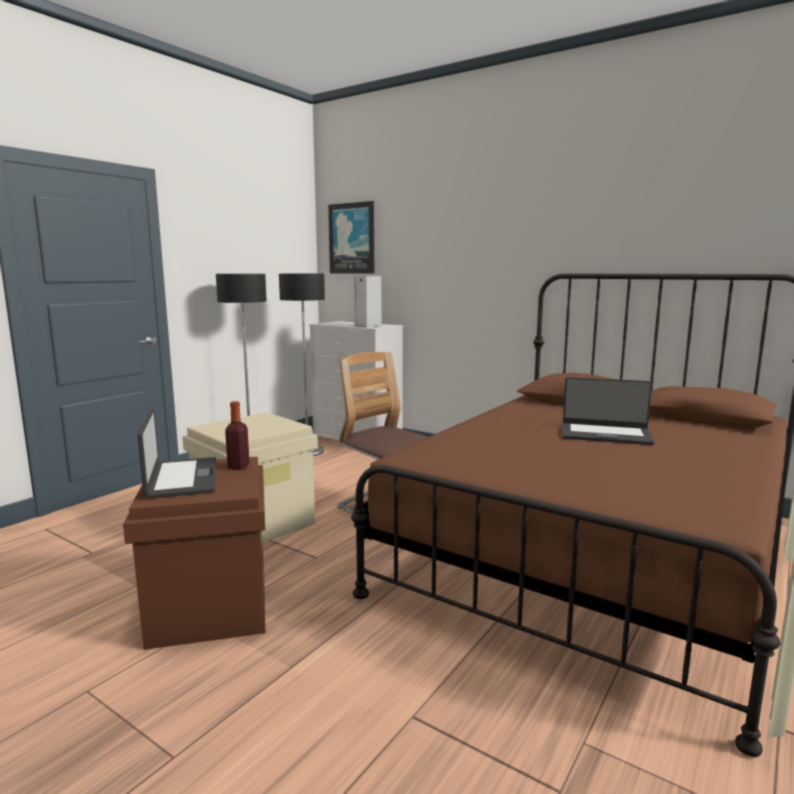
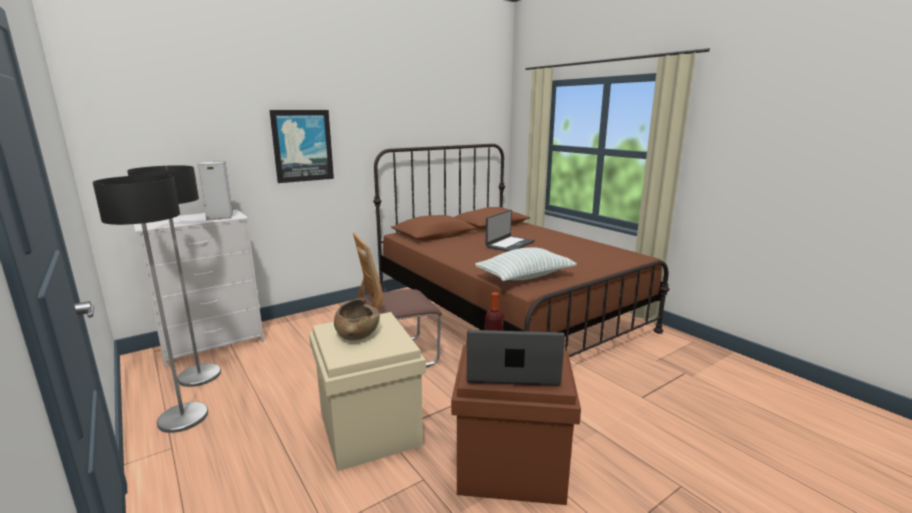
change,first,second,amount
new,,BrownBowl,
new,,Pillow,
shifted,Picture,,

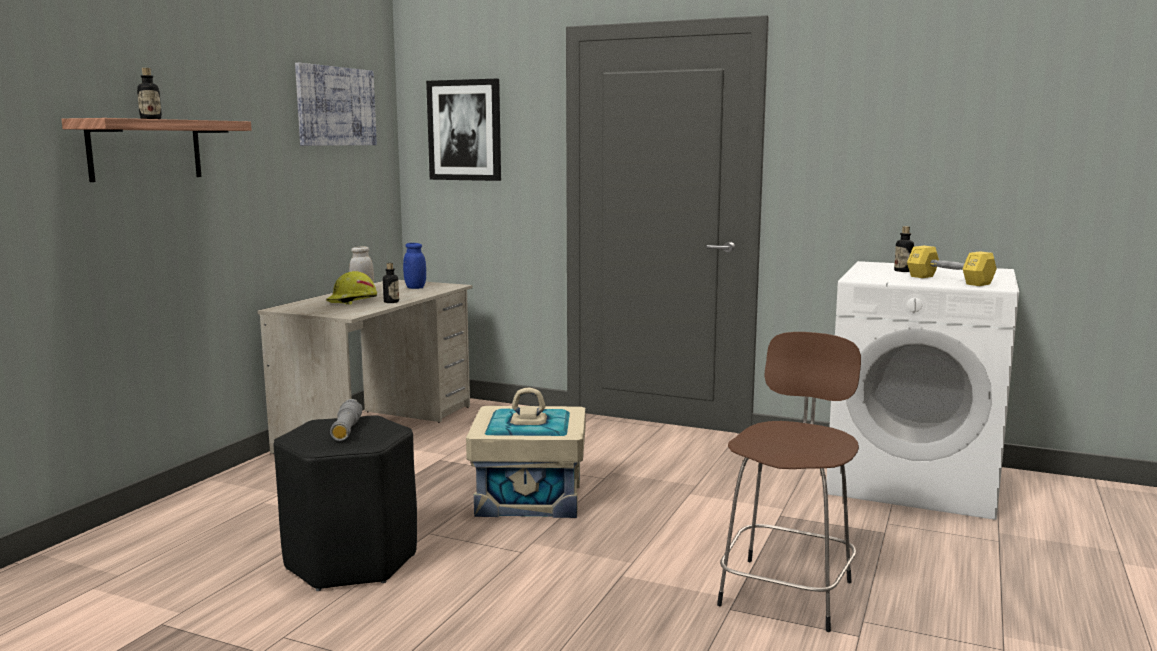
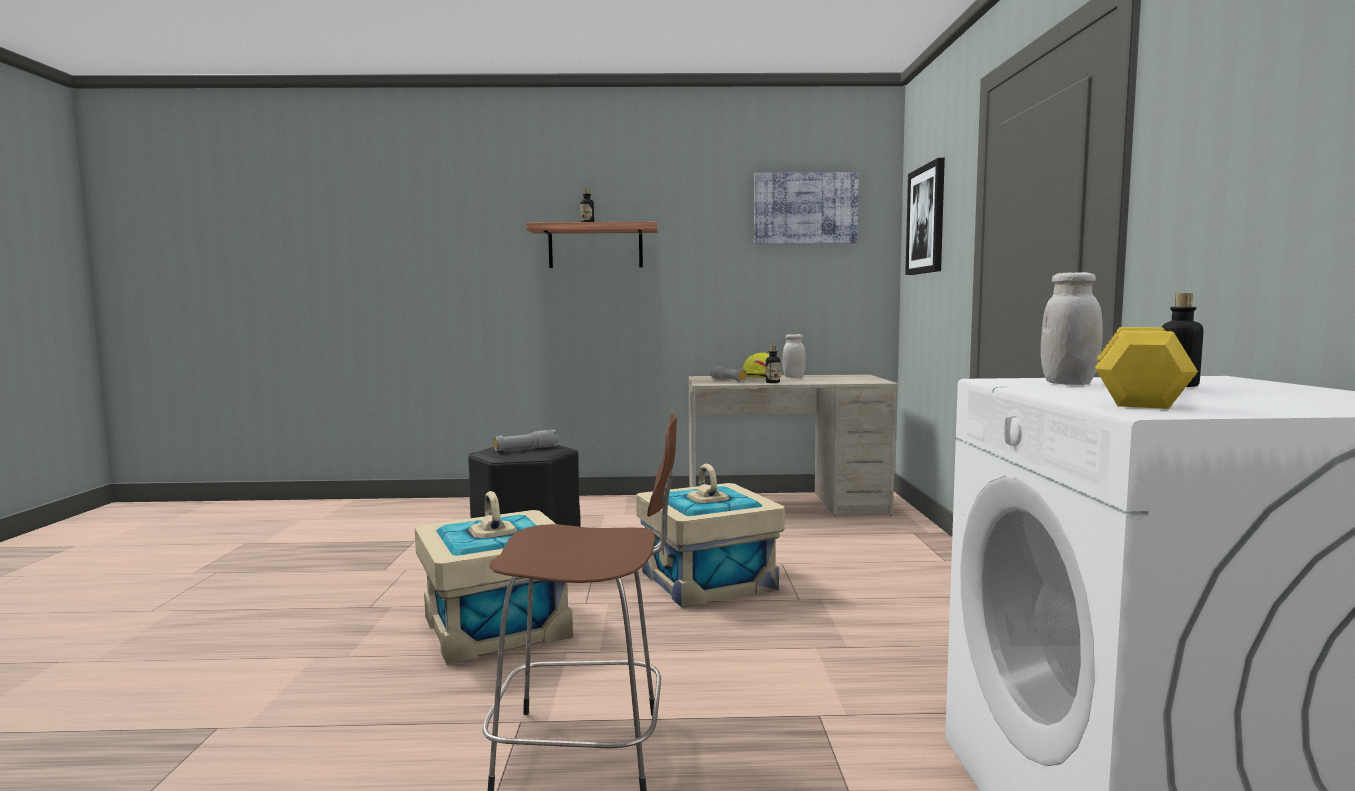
change,first,second,amount
gone,BlueJar,,
new,,BeigeStorageBox (no. 1 from left),
new,,GreyFlashlight (no. 2 from left),
new,,WhiteJar (no. 2 from left),

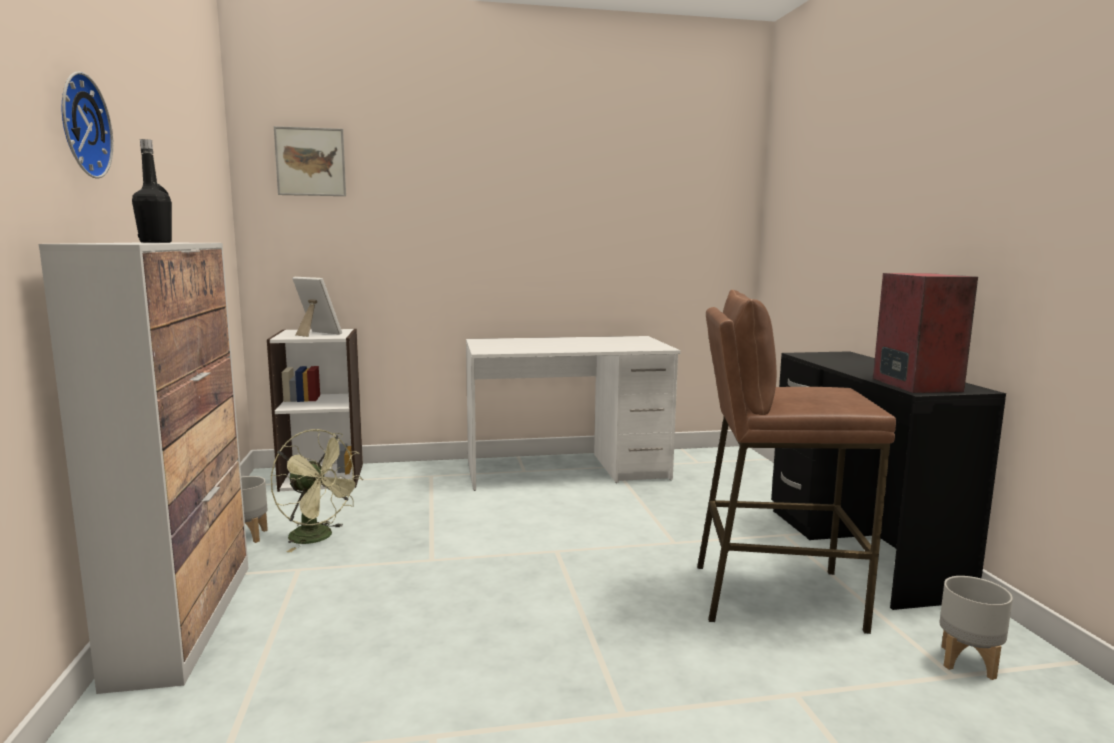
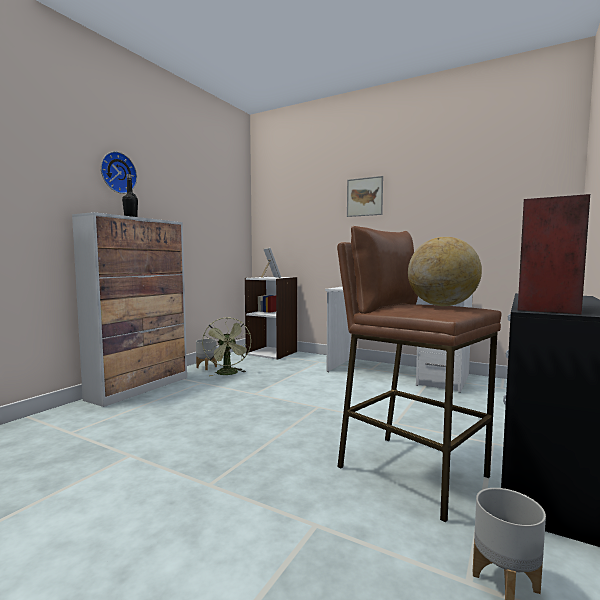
change,first,second,amount
new,,Globe,
shifted,Picture,,

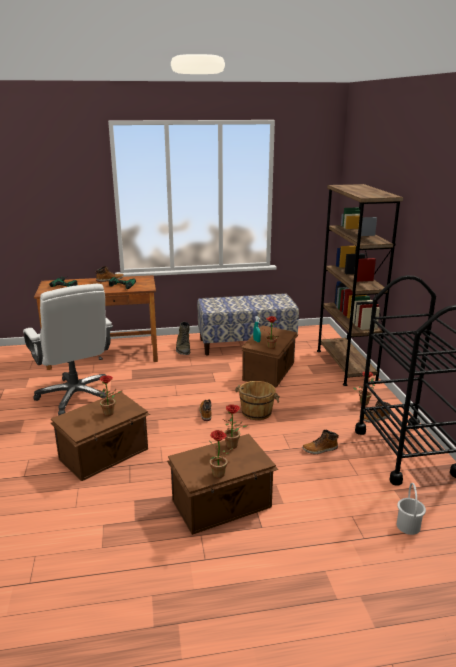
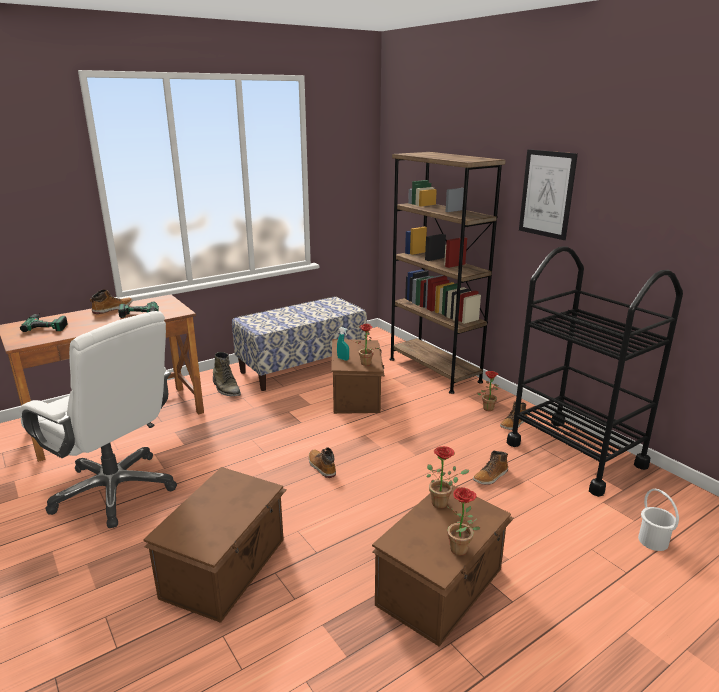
change,first,second,amount
gone,PottedPlant (no. 1 from left),,
gone,BrownBucket,,
new,,Picture,

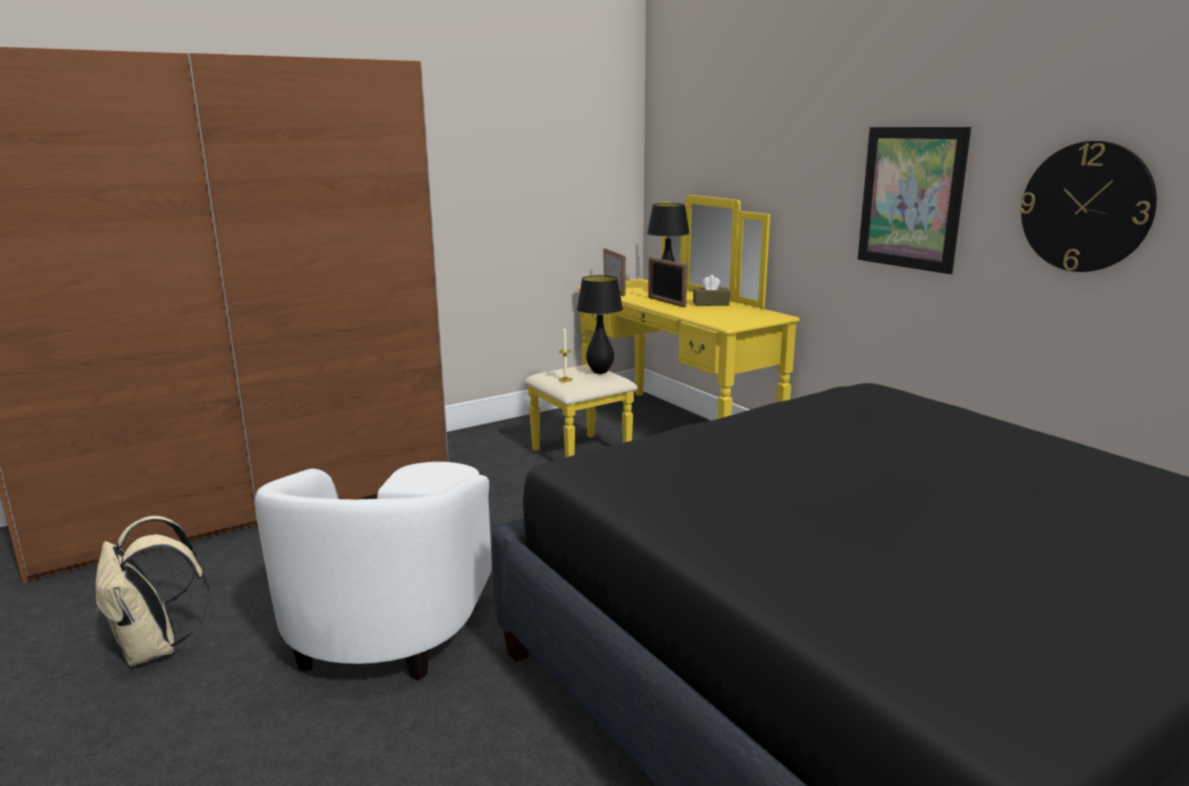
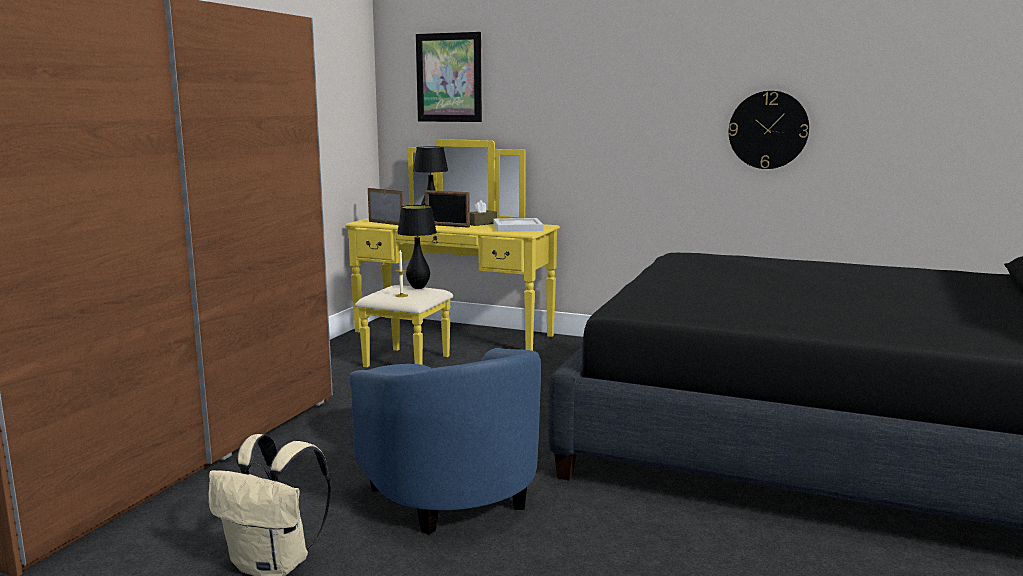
change,first,second,amount
new,,WhiteTray,
shifted,Picture,,
repainted,WhiteArmchair,BlueArmchair,

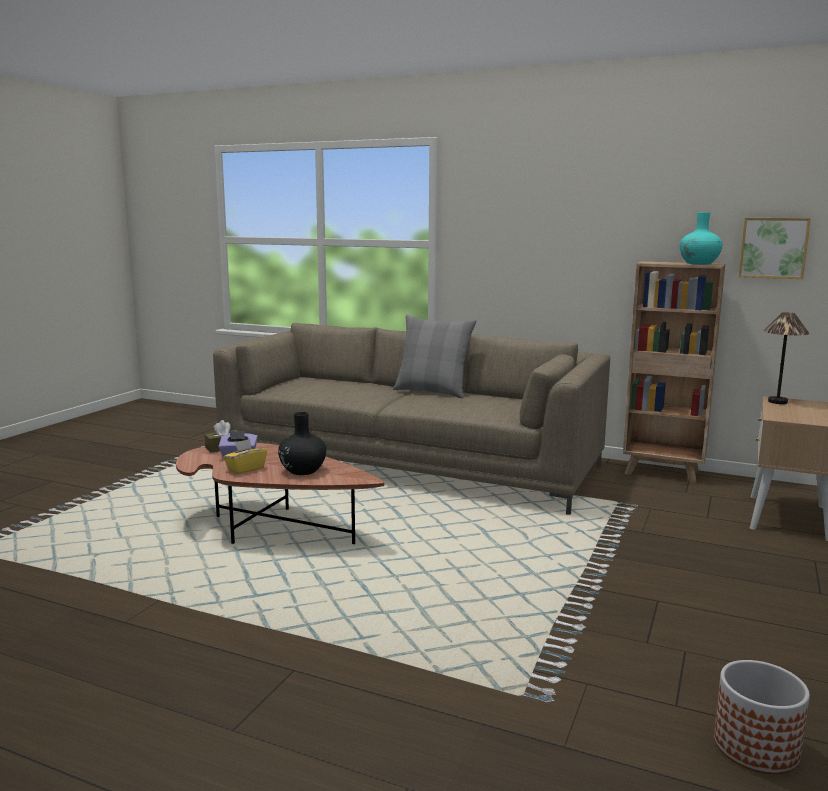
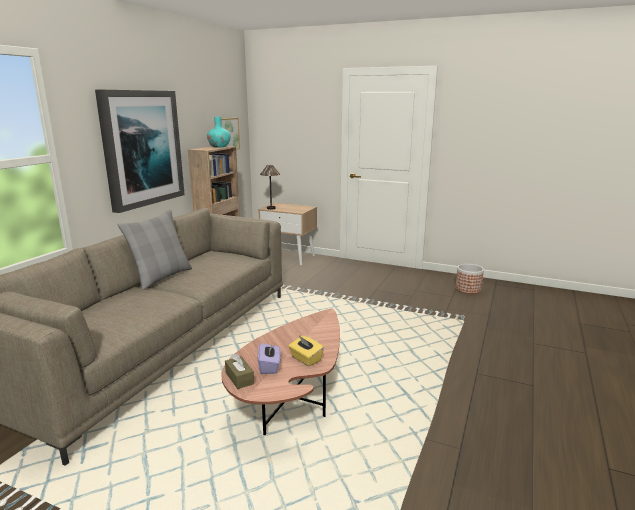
change,first,second,amount
gone,BlackVase,,
new,,Picture (no. 1 from left),

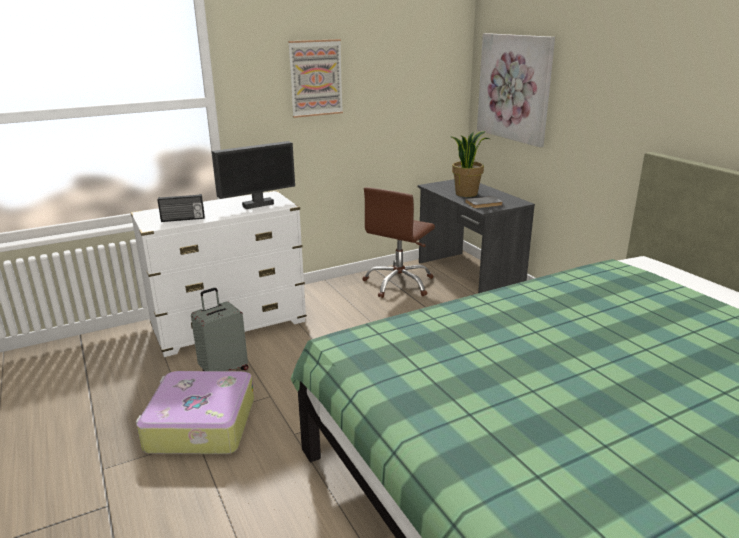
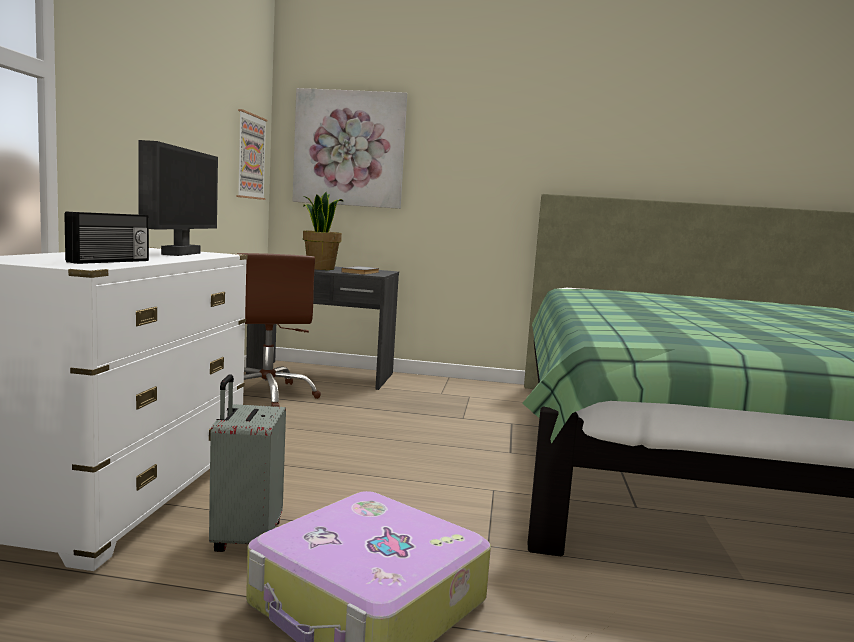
change,first,second,amount
shifted,Picture (no. 1 from left),,

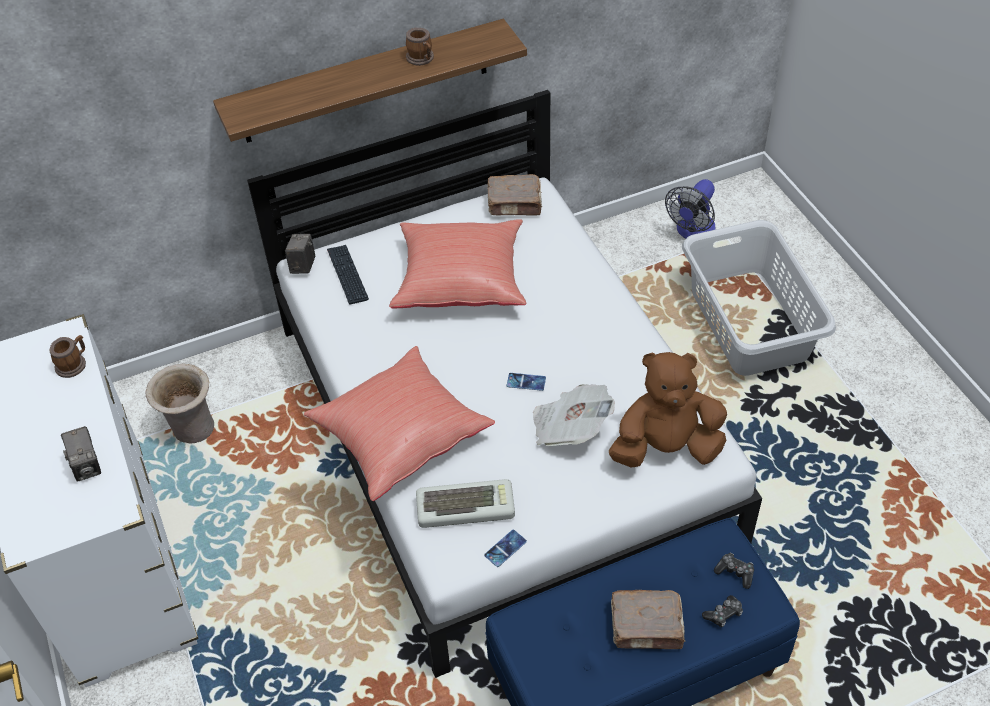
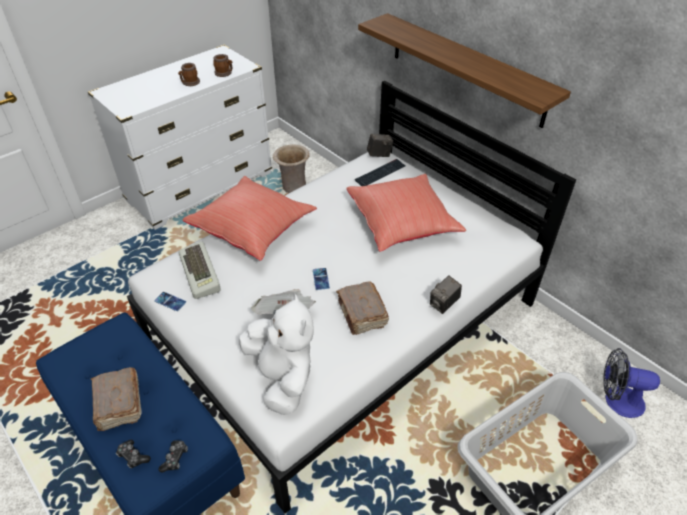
change,first,second,amount
shifted,PhotoCamera (no. 1 from left in the first image),PhotoCamera (no. 2 from left),
shifted,Mug (no. 2 from left in the first image),Mug (no. 1 from left),
shifted,BrownBook (no. 1 from left in the first image),BrownBook (no. 2 from left),
repainted,BrownPlushToy,WhitePlushToy,

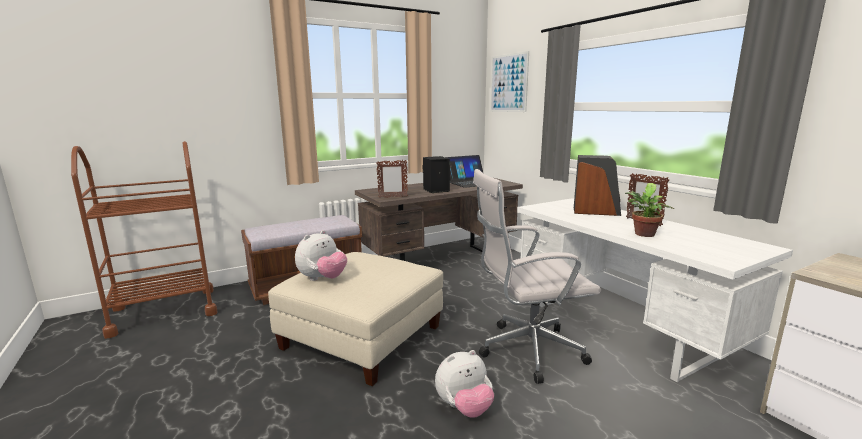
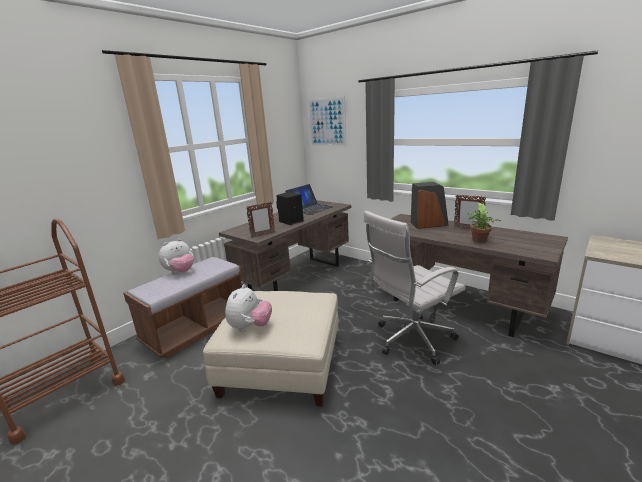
change,first,second,amount
shifted,PlushToy (no. 2 from left in the first image),PlushToy (no. 1 from left),
repainted,WhiteDesk,BrownDesk (no. 2 from left),

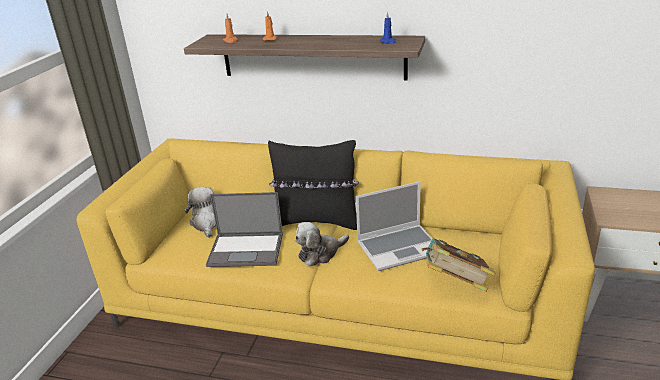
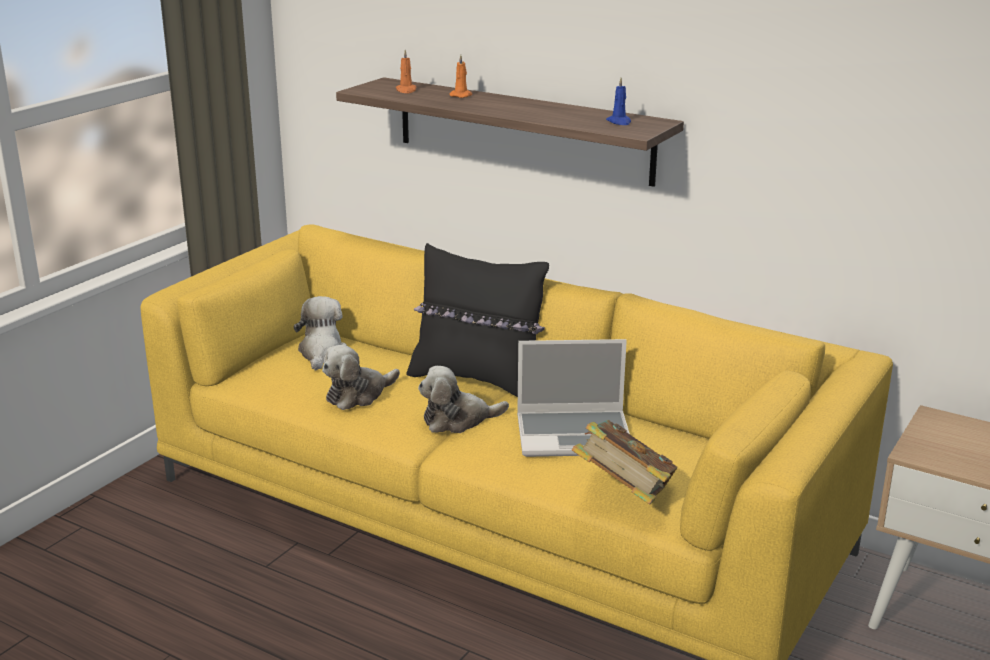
change,first,second,amount
swapped,Laptop (no. 1 from left),PlushToy (no. 2 from left),

